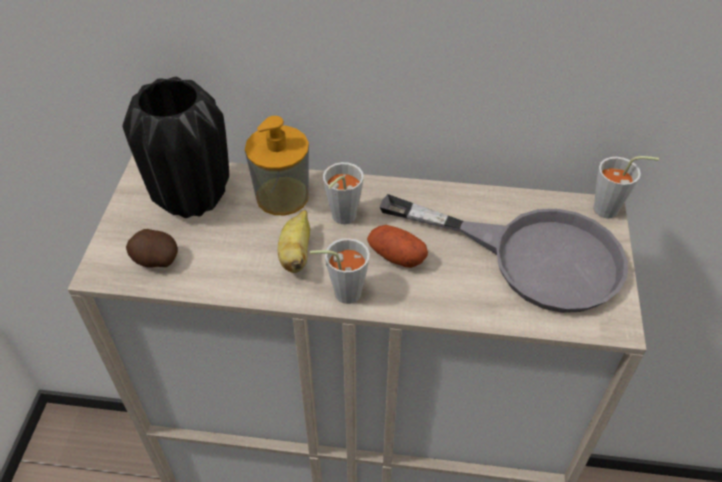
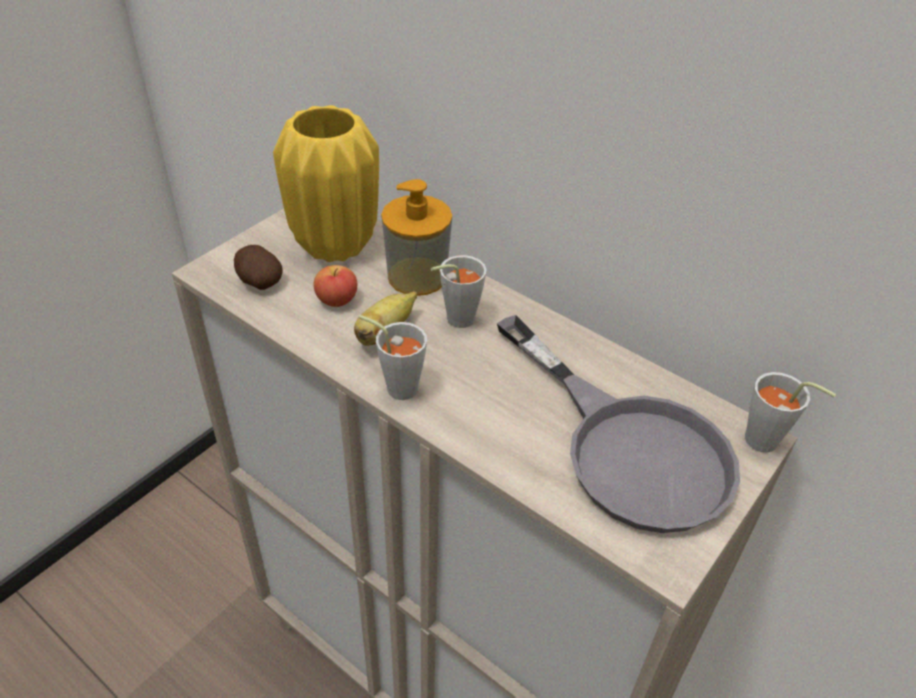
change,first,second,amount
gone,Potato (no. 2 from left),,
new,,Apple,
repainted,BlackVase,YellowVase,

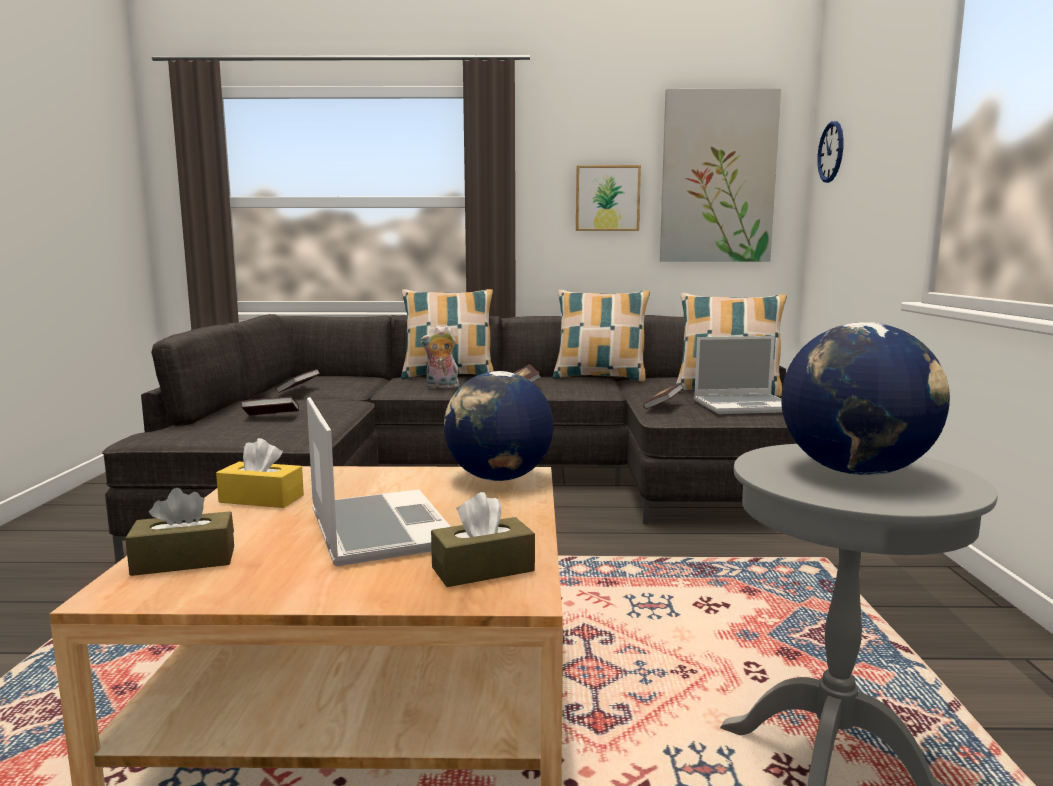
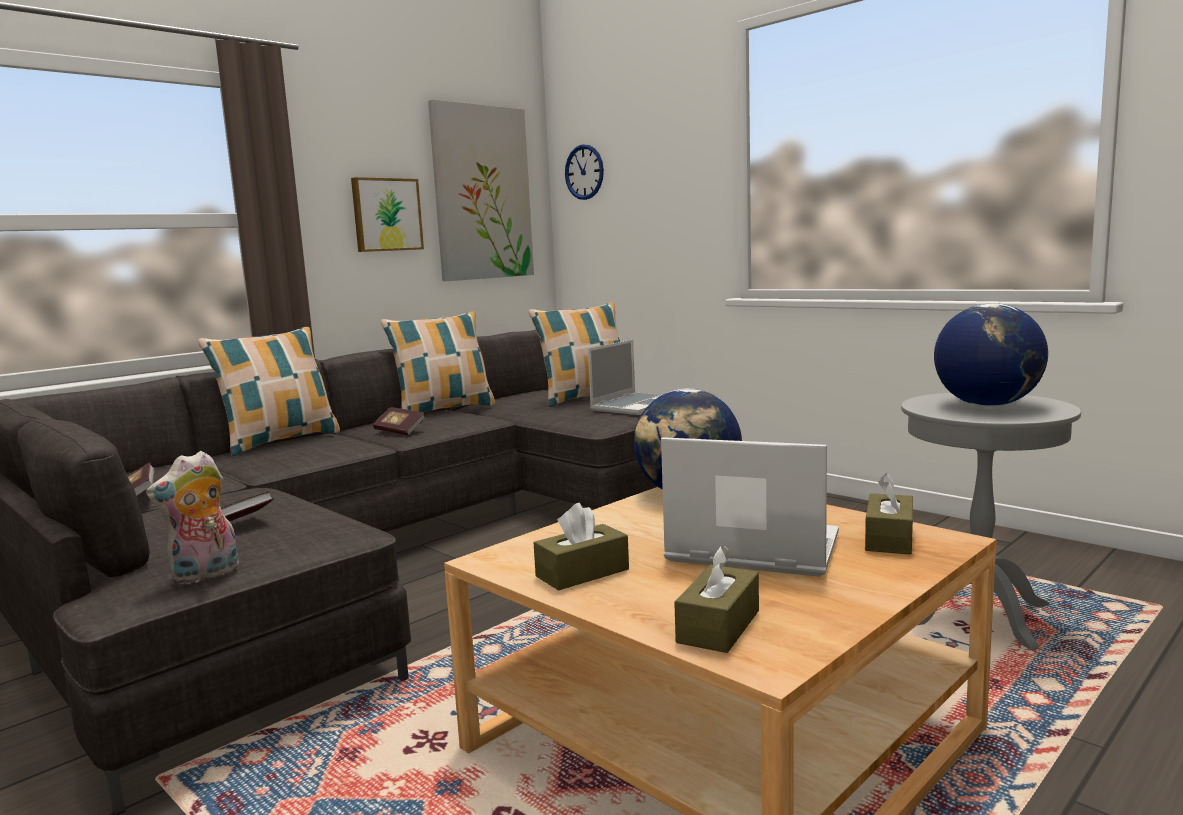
change,first,second,amount
gone,Book (no. 4 from left),,
shifted,PlushToy,,
repainted,YellowTissueBox,BrownTissueBox (no. 1 from left),

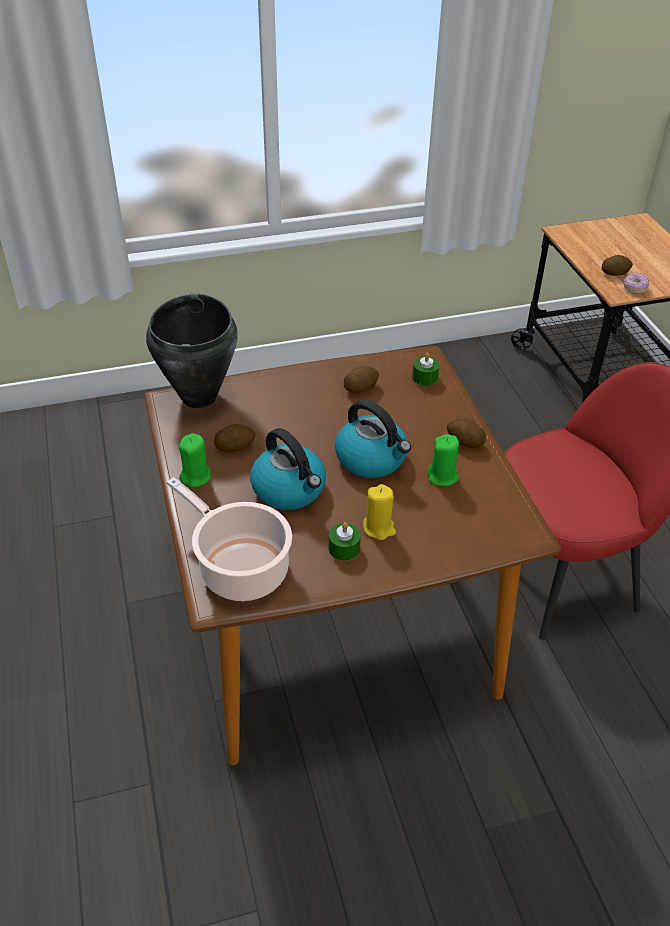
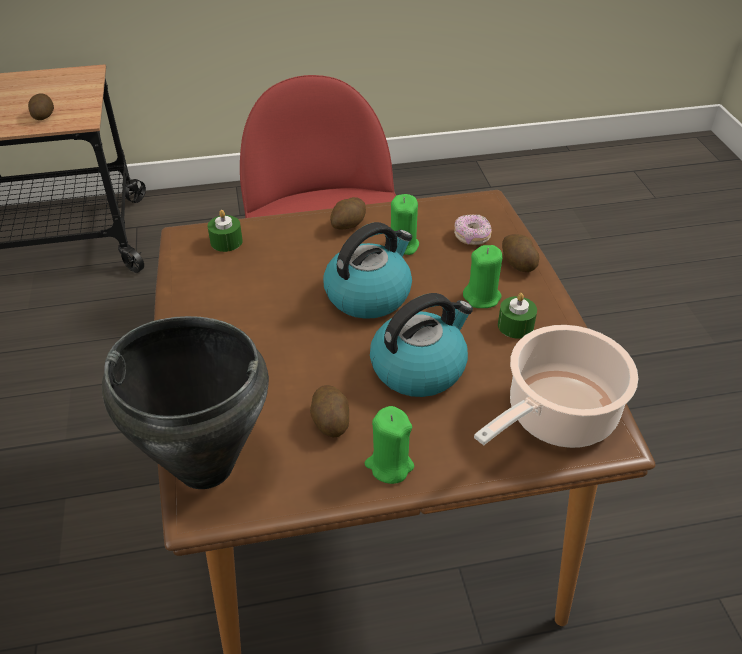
change,first,second,amount
shifted,Potato (no. 2 from left in the first image),Potato (no. 4 from left),
shifted,Donut,,
repainted,YellowCandle,GreenCandle (no. 4 from left),

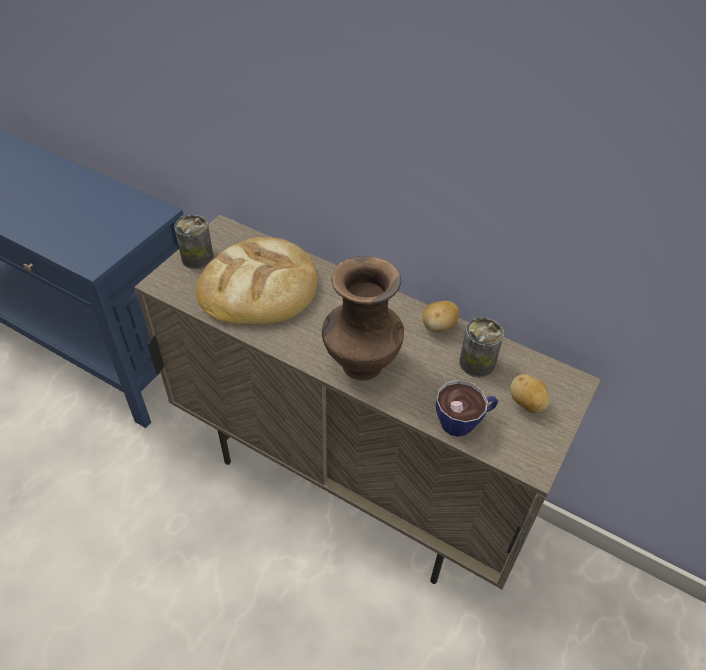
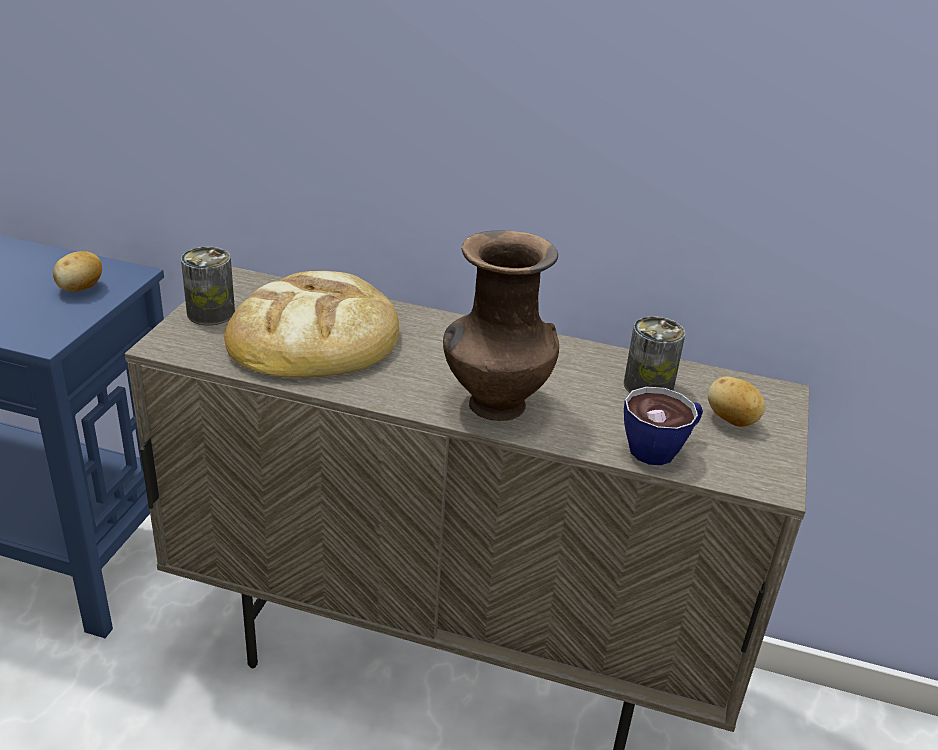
change,first,second,amount
shifted,Potato (no. 1 from left),,

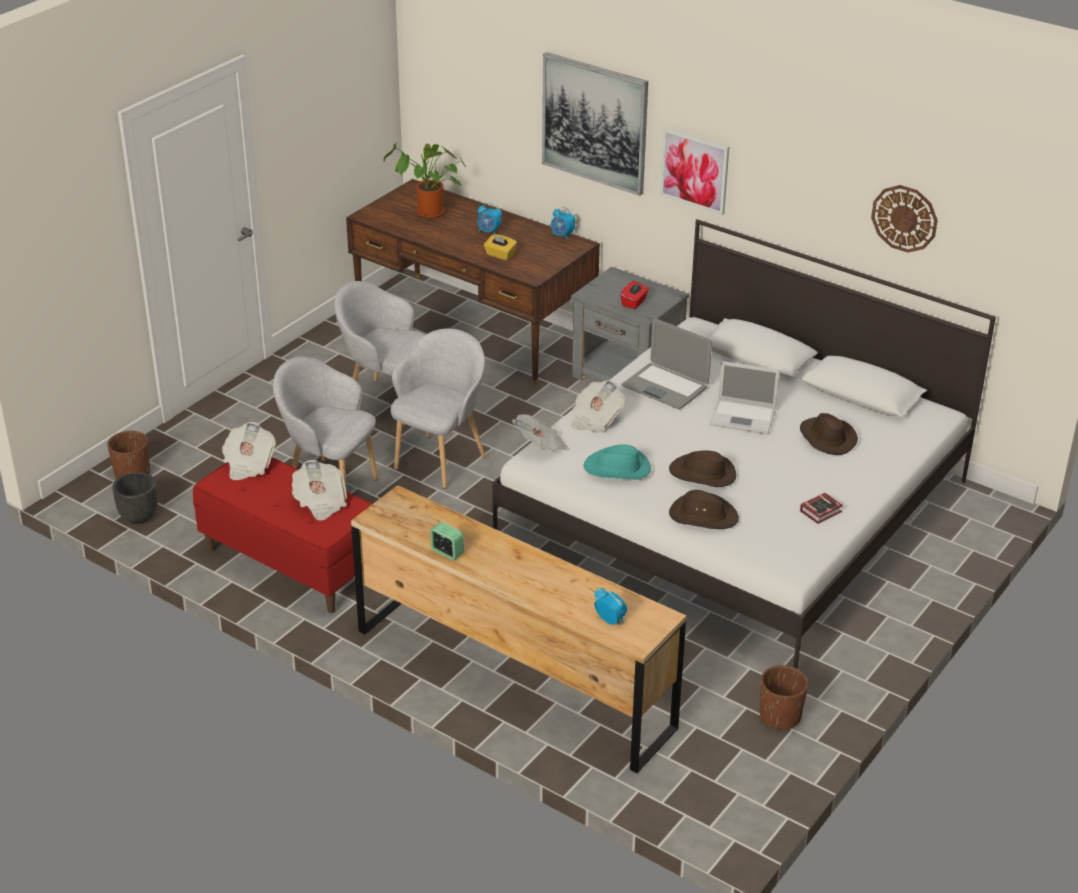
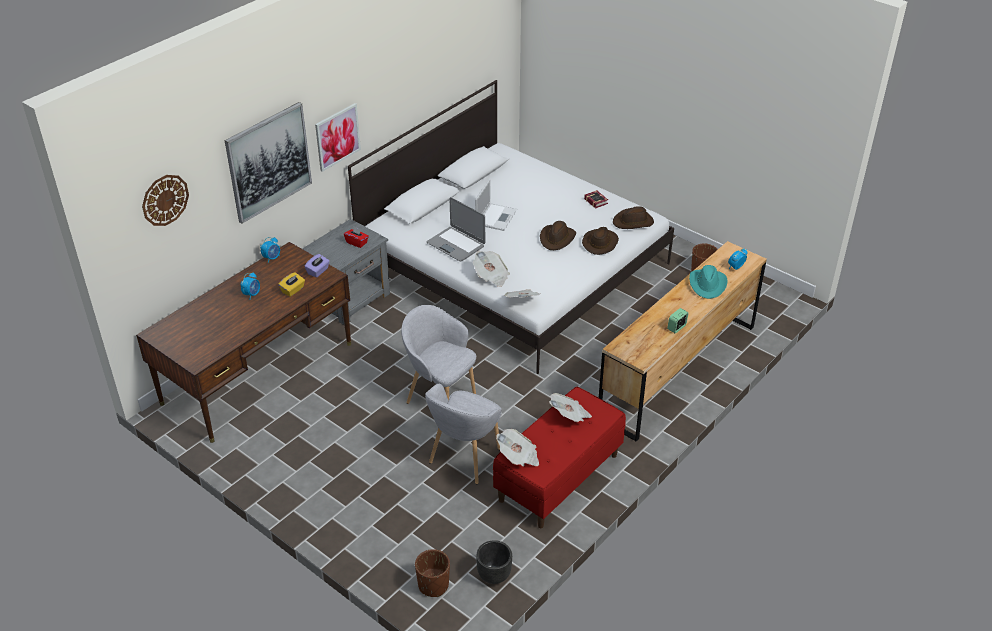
change,first,second,amount
gone,GreyArmchair (no. 2 from left),,
gone,PottedPlant,,
new,,PurpleTissueBox,
shifted,TurquoiseHat,,
shifted,BrownHat (no. 3 from left),,
shifted,WallClock,,
rotated,Laptop (no. 1 from left),,90 degrees clockwise

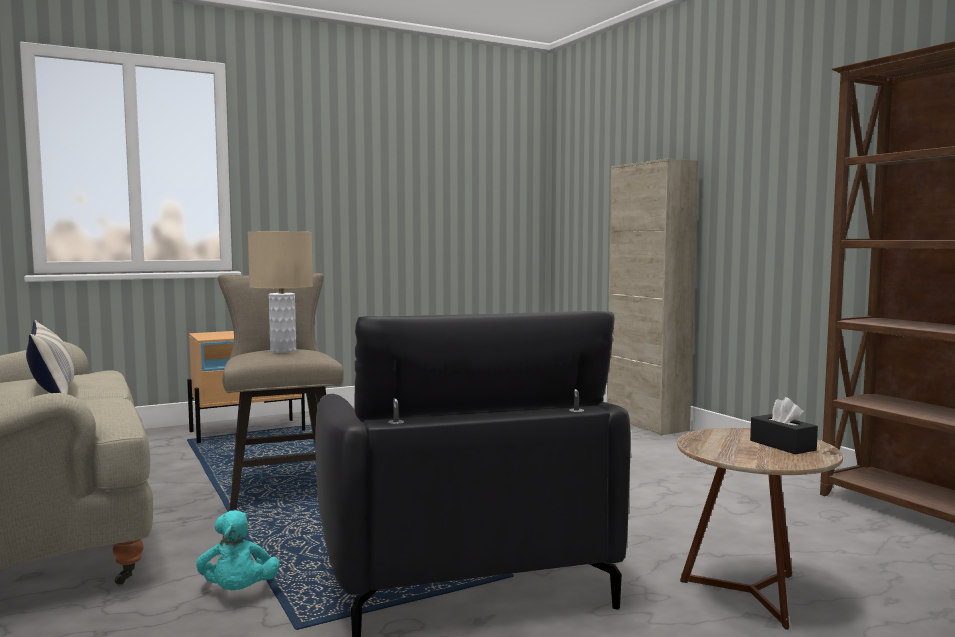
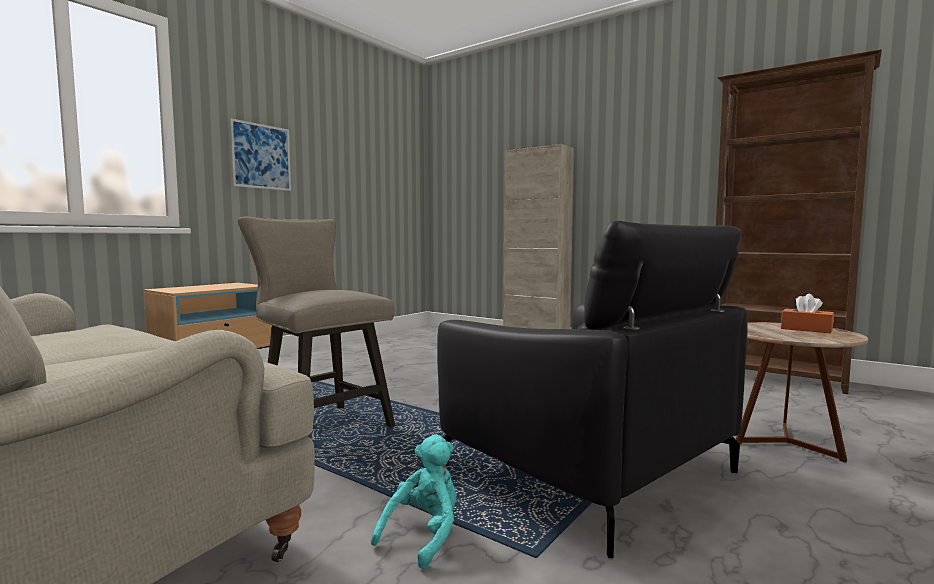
change,first,second,amount
gone,Pillow,,
gone,BeigeTableLamp,,
new,,Picture,
repainted,BlackTissueBox,OrangeTissueBox,
rotated,TurquoisePlushToy,,105 degrees counterclockwise

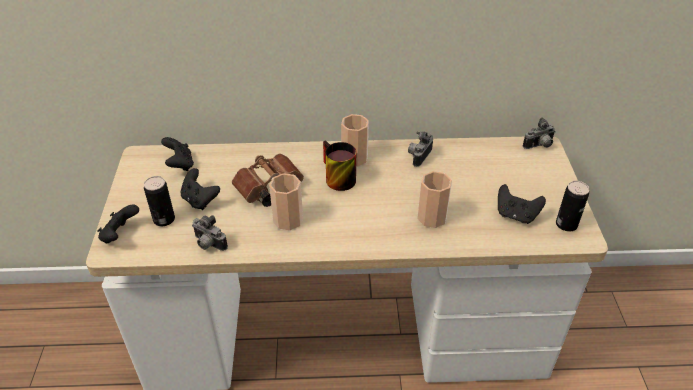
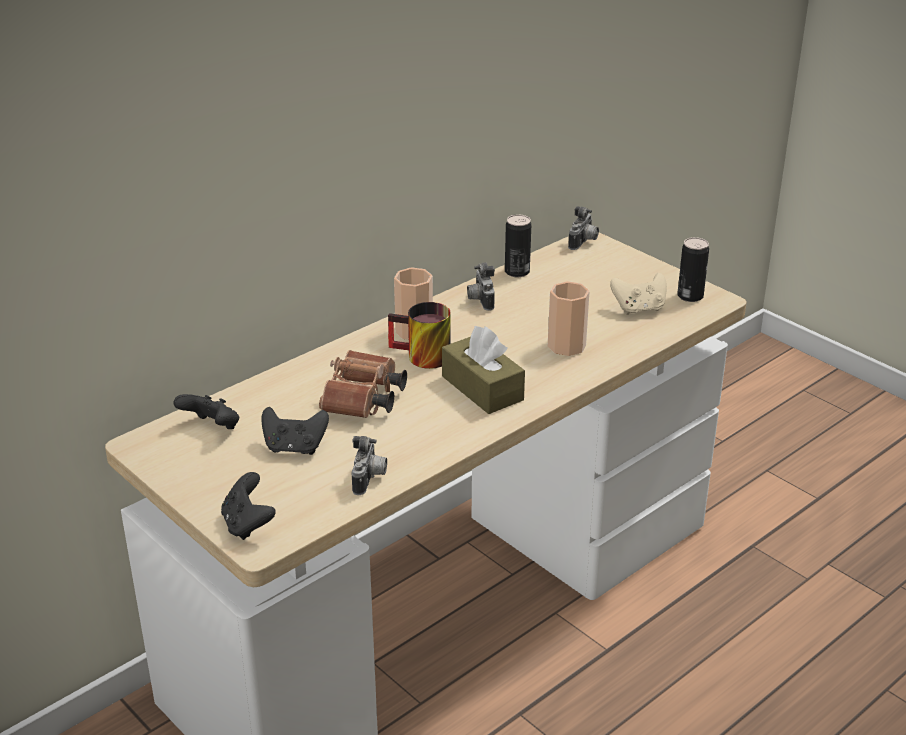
change,first,second,amount
gone,Cup (no. 1 from left),,
new,,BrownTissueBox,
shifted,Can (no. 1 from left),,
repainted,BlackGameController (no. 4 from left),BeigeGameController,
rotated,PhotoCamera (no. 1 from left),,75 degrees counterclockwise

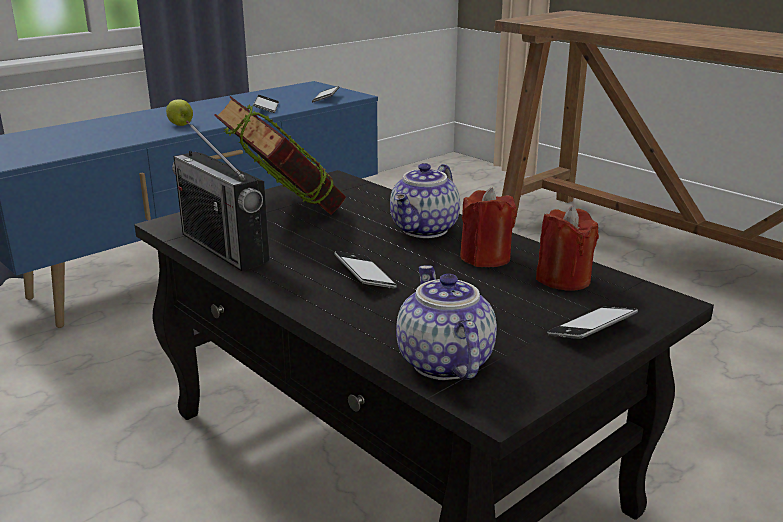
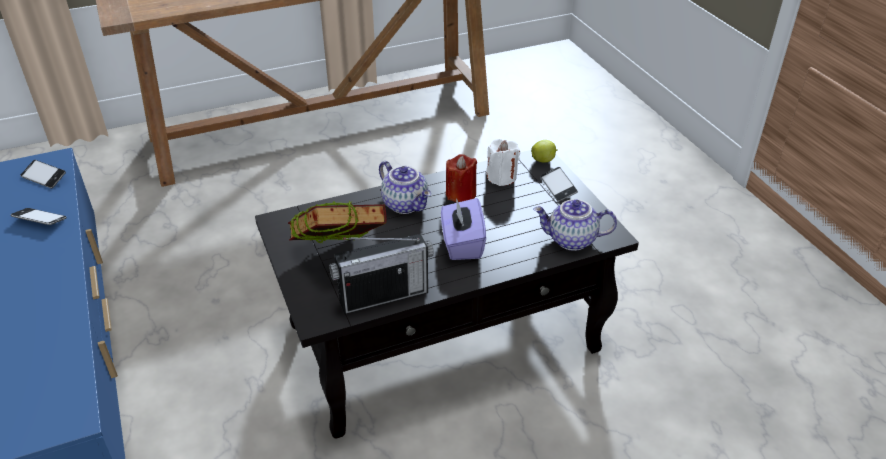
change,first,second,amount
shifted,Apple,,
swapped,Phone (no. 3 from left),PurpleTissueBox,
repainted,RedCandle (no. 2 from left),WhiteCandle,

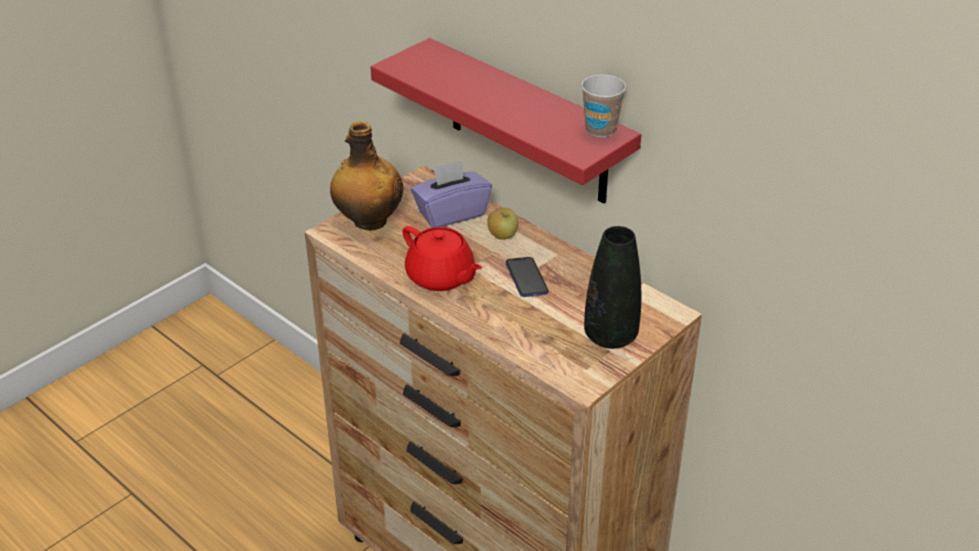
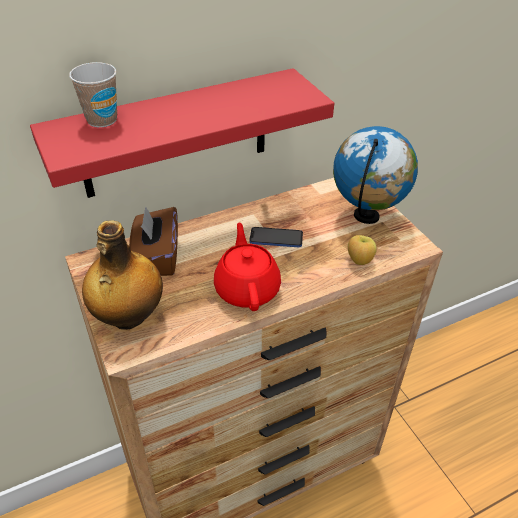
change,first,second,amount
shifted,Apple,,
shifted,Cup,,
swapped,BlackVase,Globe,
repainted,PurpleTissueBox,BrownTissueBox,
rotated,RedTeapot,,75 degrees counterclockwise

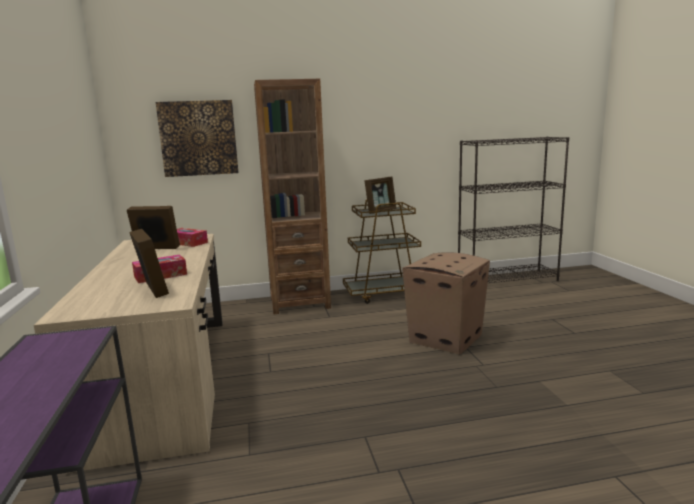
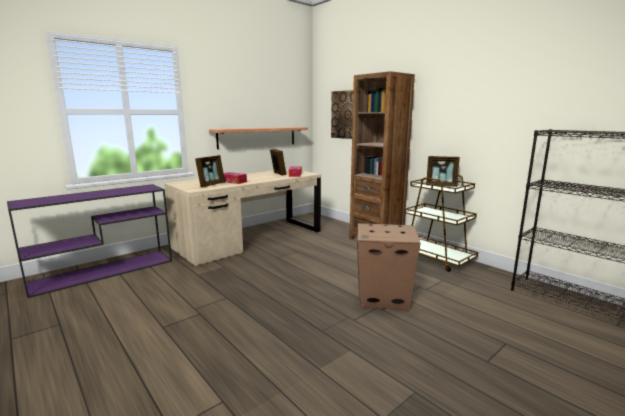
change,first,second,amount
new,,Shelf,

